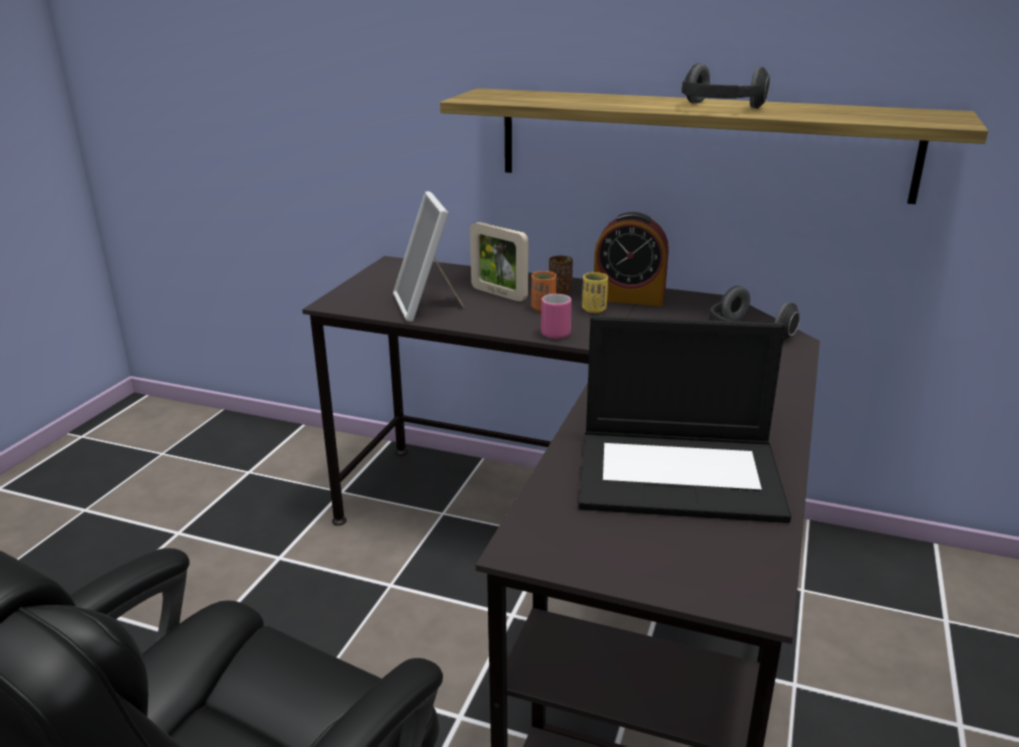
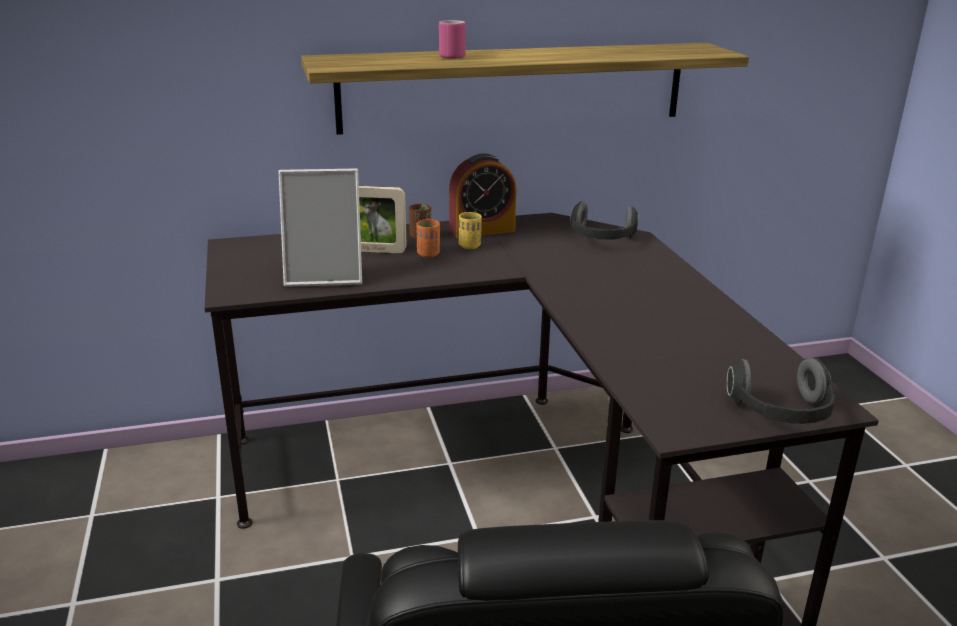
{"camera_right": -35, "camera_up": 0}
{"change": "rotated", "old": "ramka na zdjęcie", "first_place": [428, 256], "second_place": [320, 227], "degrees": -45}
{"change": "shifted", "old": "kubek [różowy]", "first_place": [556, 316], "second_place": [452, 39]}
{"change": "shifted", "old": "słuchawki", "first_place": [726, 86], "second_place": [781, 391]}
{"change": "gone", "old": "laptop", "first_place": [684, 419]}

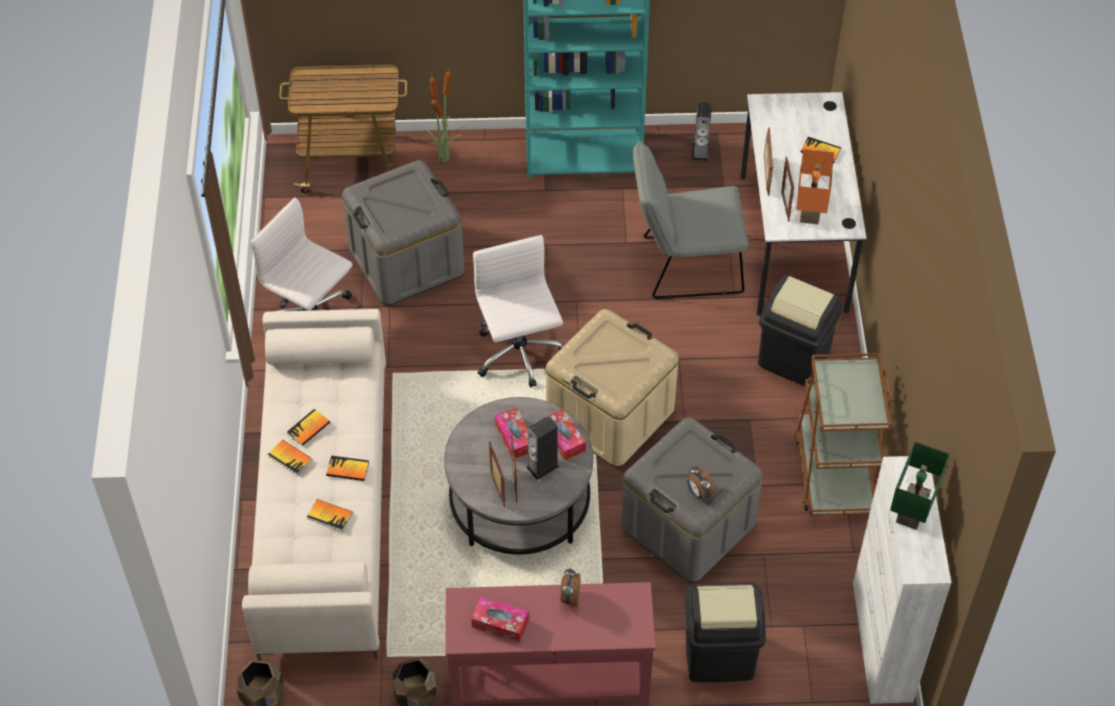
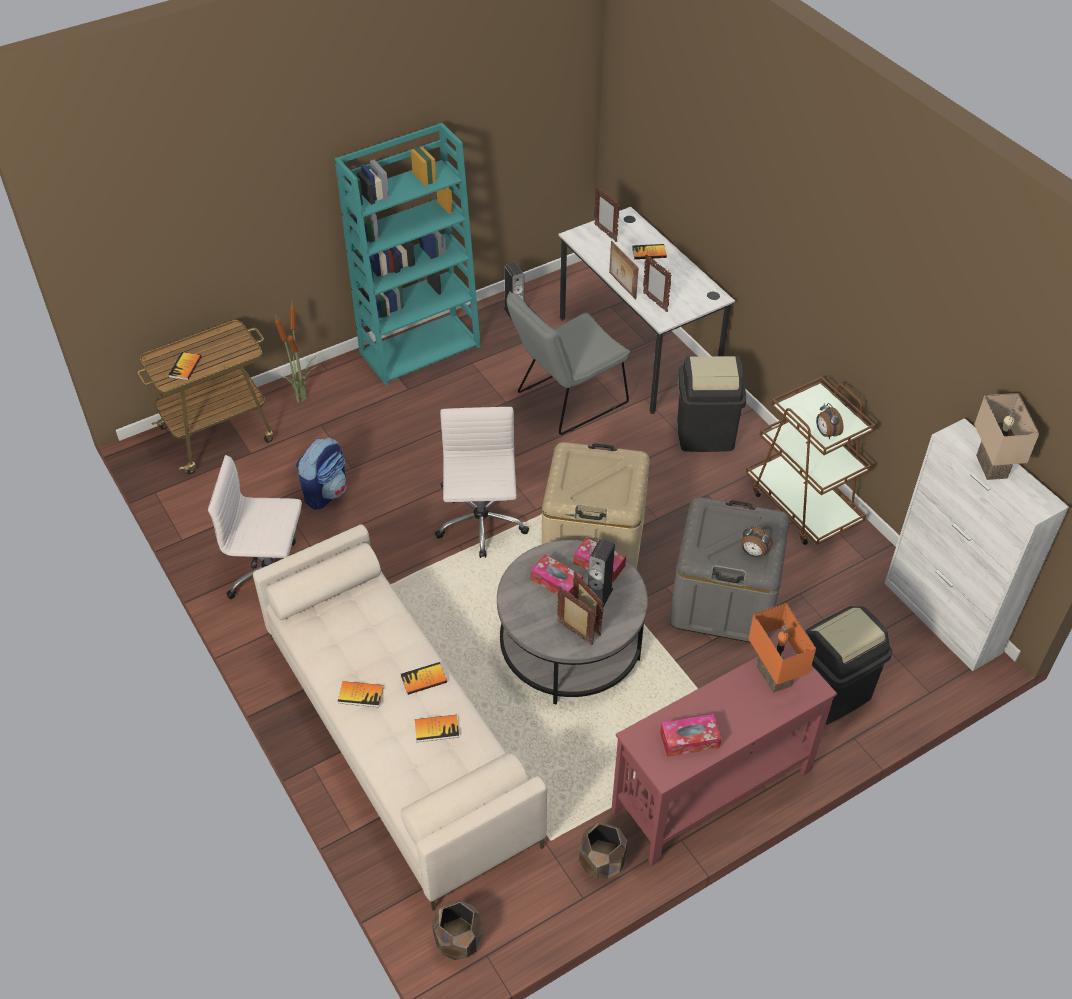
{"camera_right": -30, "camera_up": -5}
{"change": "shifted", "old": "książka", "first_place": [308, 427], "second_place": [185, 366]}
{"change": "swapped", "old": "pojemnik do przechowywania [szary]", "new": "plecak", "first_place": [403, 233], "second_place": [321, 473]}
{"change": "rotated", "old": "krzesło biurowe [biały]", "first_place": [518, 311], "second_place": [482, 482], "degrees": 45}
{"change": "new", "new": "ramka na zdjęcie", "second_place": [607, 214]}
{"change": "shifted", "old": "lampa stołowa [pomarańczowy]", "first_place": [815, 186], "second_place": [782, 648]}
{"change": "shifted", "old": "budzik", "first_place": [570, 587], "second_place": [830, 421]}
{"change": "repainted", "old": "lampa stołowa [zielony]", "new": "lampa stołowa [beżowy]", "first_place": [920, 486], "second_place": [1006, 436]}

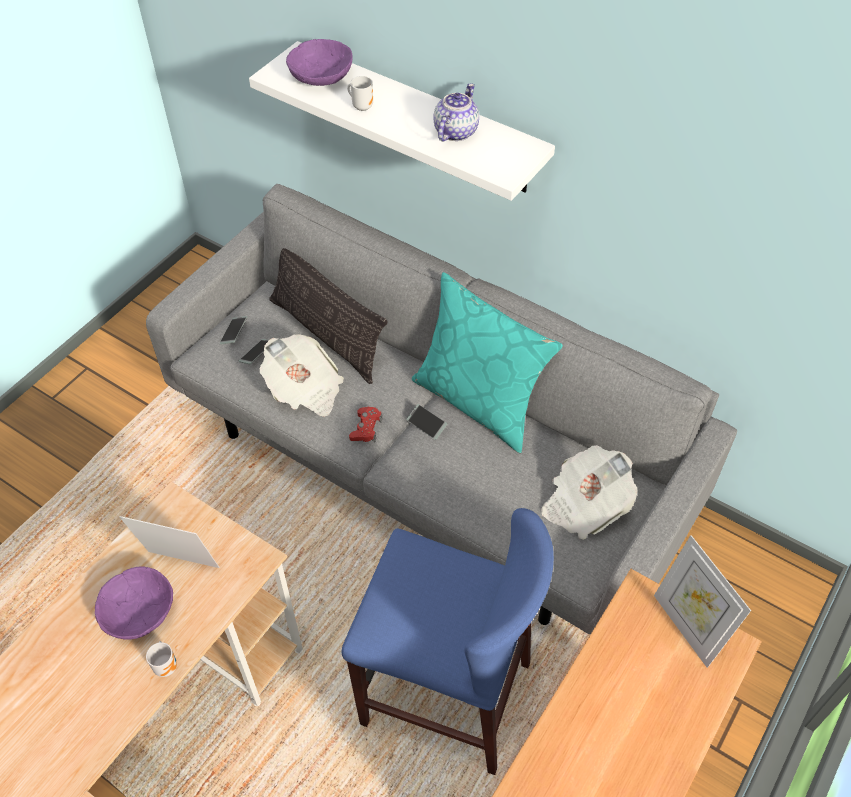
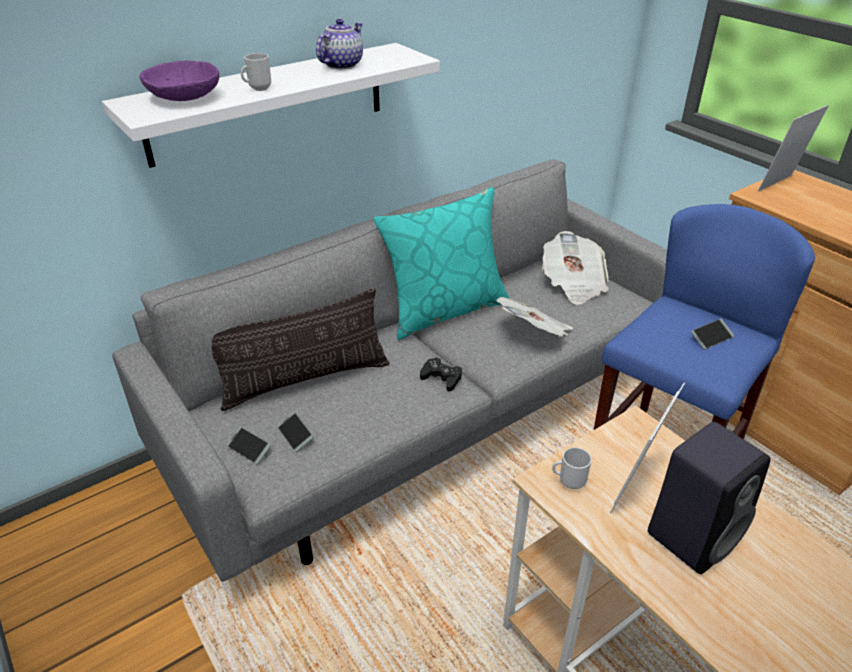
{"camera_right": -70, "camera_up": -15}
{"change": "rotated", "old": "imbryk", "first_place": [456, 112], "second_place": [339, 44], "degrees": 75}
{"change": "repainted", "old": "pad do gier [czerwony]", "new": "pad do gier [czarny]", "first_place": [365, 424], "second_place": [441, 374]}
{"change": "shifted", "old": "gazeta", "first_place": [301, 375], "second_place": [535, 317]}
{"change": "shifted", "old": "kubek", "first_place": [161, 659], "second_place": [572, 468]}
{"change": "swapped", "old": "miska [fioletowy]", "new": "głośnik [czarny]", "first_place": [134, 603], "second_place": [709, 498]}
{"change": "shifted", "old": "telefon", "first_place": [426, 422], "second_place": [712, 334]}
{"change": "rotated", "old": "ramka na zdjęcie", "first_place": [702, 601], "second_place": [793, 148], "degrees": 150}

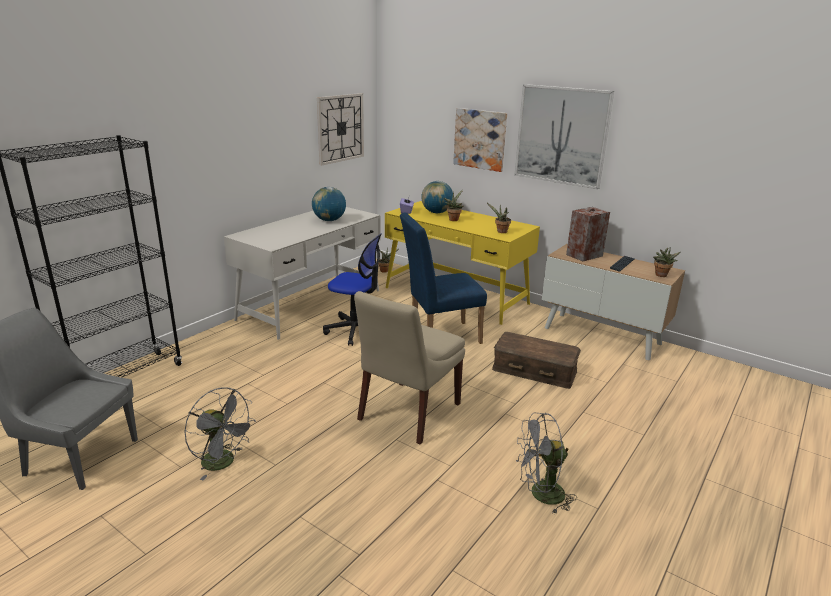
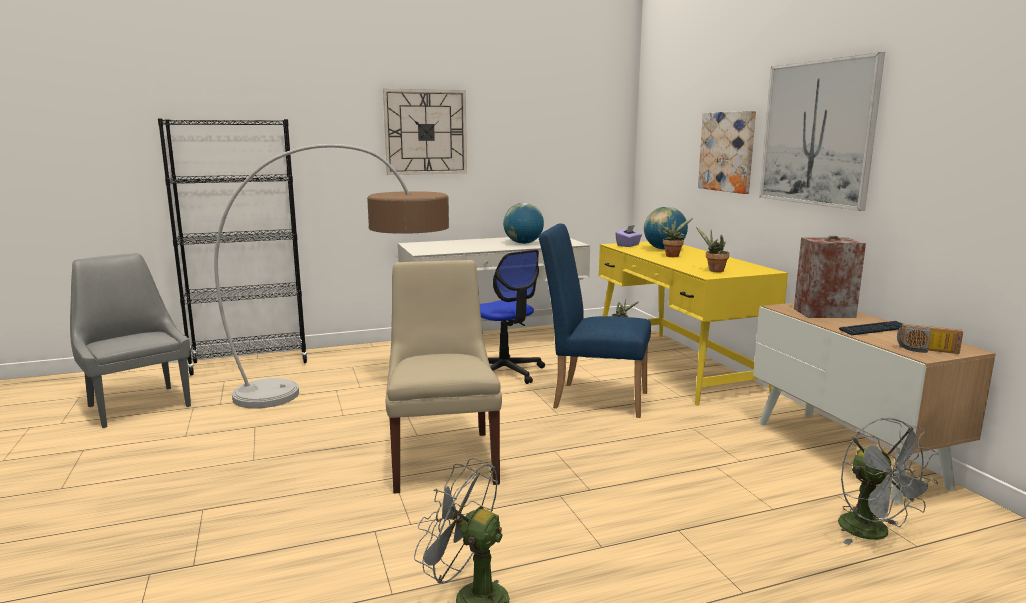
{"camera_right": 35, "camera_up": -10}
{"change": "new", "new": "lampa stojąca", "second_place": [331, 276]}
{"change": "shifted", "old": "zegar ścienny", "first_place": [340, 129], "second_place": [425, 132]}
{"change": "rotated", "old": "krzesło [beżowy]", "first_place": [409, 368], "second_place": [444, 377], "degrees": 105}
{"change": "shifted", "old": "wentylator [szary]", "first_place": [220, 434], "second_place": [888, 481]}
{"change": "swapped", "old": "roślina doniczkowa", "new": "radio", "first_place": [666, 262], "second_place": [930, 339]}
{"change": "gone", "old": "pojemnik do przechowywania [brązowy]", "first_place": [536, 360]}

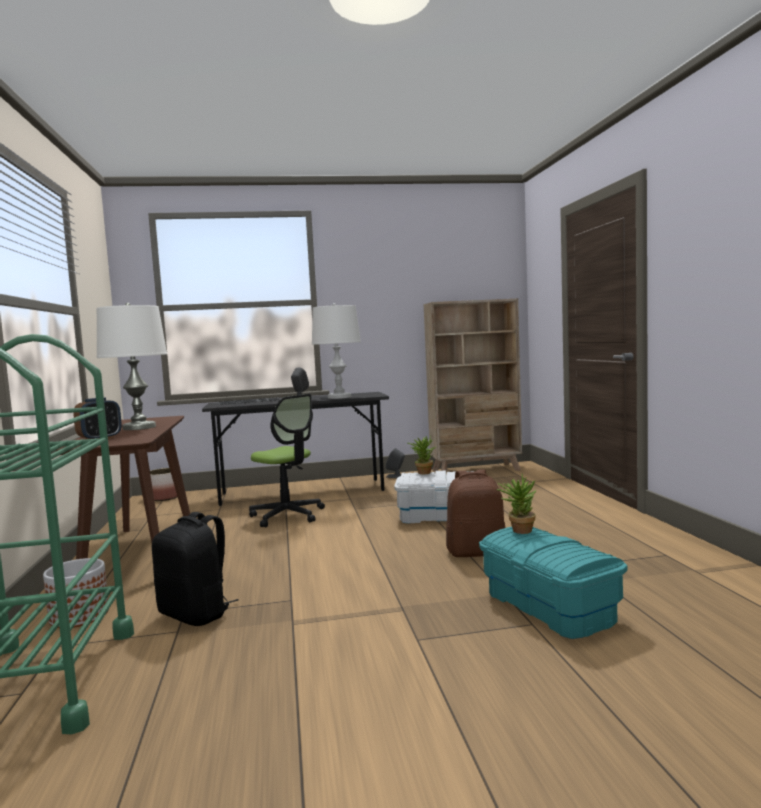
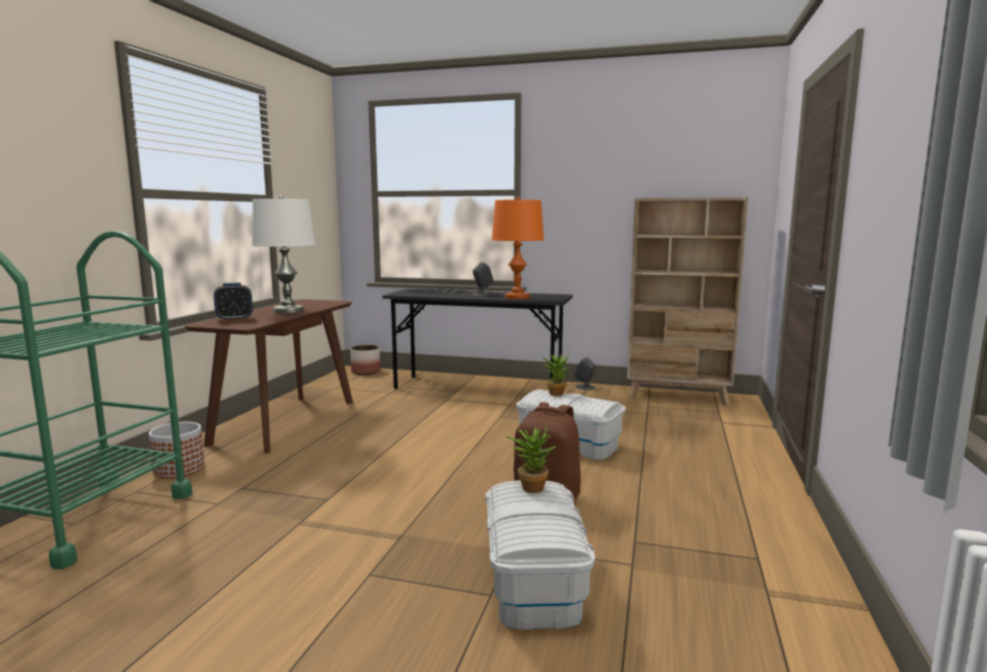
{"camera_right": 25, "camera_up": 5}
{"change": "repainted", "old": "pojemnik do przechowywania [turkusowy]", "new": "pojemnik do przechowywania [biały]", "first_place": [553, 583], "second_place": [540, 555]}
{"change": "repainted", "old": "lampa stołowa [biały]", "new": "lampa stołowa [pomarańczowy]", "first_place": [336, 351], "second_place": [518, 248]}
{"change": "gone", "old": "plecak [czarny]", "first_place": [195, 569]}
{"change": "gone", "old": "krzesło biurowe", "first_place": [287, 460]}

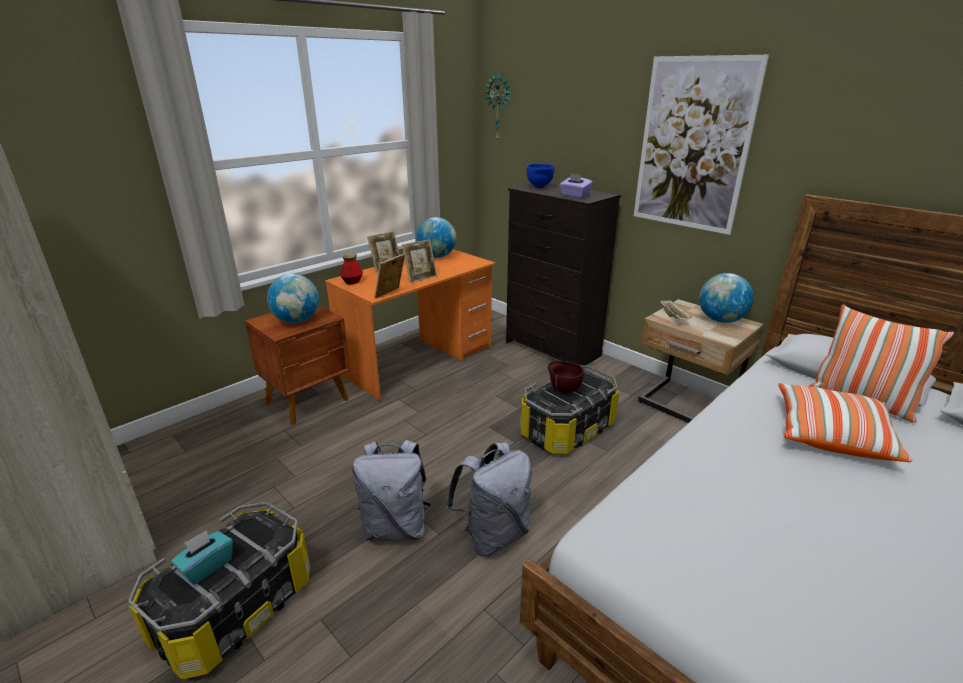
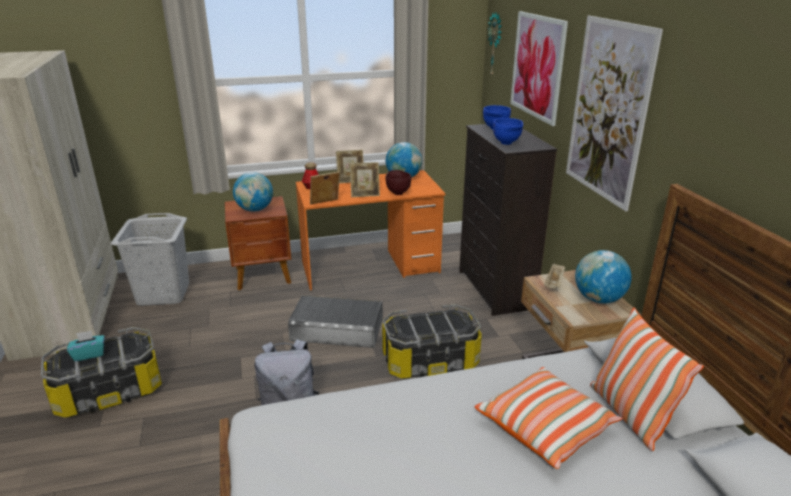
{"camera_right": 30, "camera_up": 0}
{"change": "new", "new": "kosz na pranie [szary]", "second_place": [150, 259]}
{"change": "new", "new": "pojemnik do przechowywania [szary]", "second_place": [335, 321]}
{"change": "shifted", "old": "miska [brązowy]", "first_place": [566, 377], "second_place": [398, 182]}
{"change": "swapped", "old": "pudełko chusteczek [fioletowy]", "new": "miska [niebieski]", "first_place": [576, 185], "second_place": [508, 131]}
{"change": "new", "new": "obraz", "second_place": [539, 68]}
{"change": "gone", "old": "plecak [szary]", "first_place": [391, 490]}

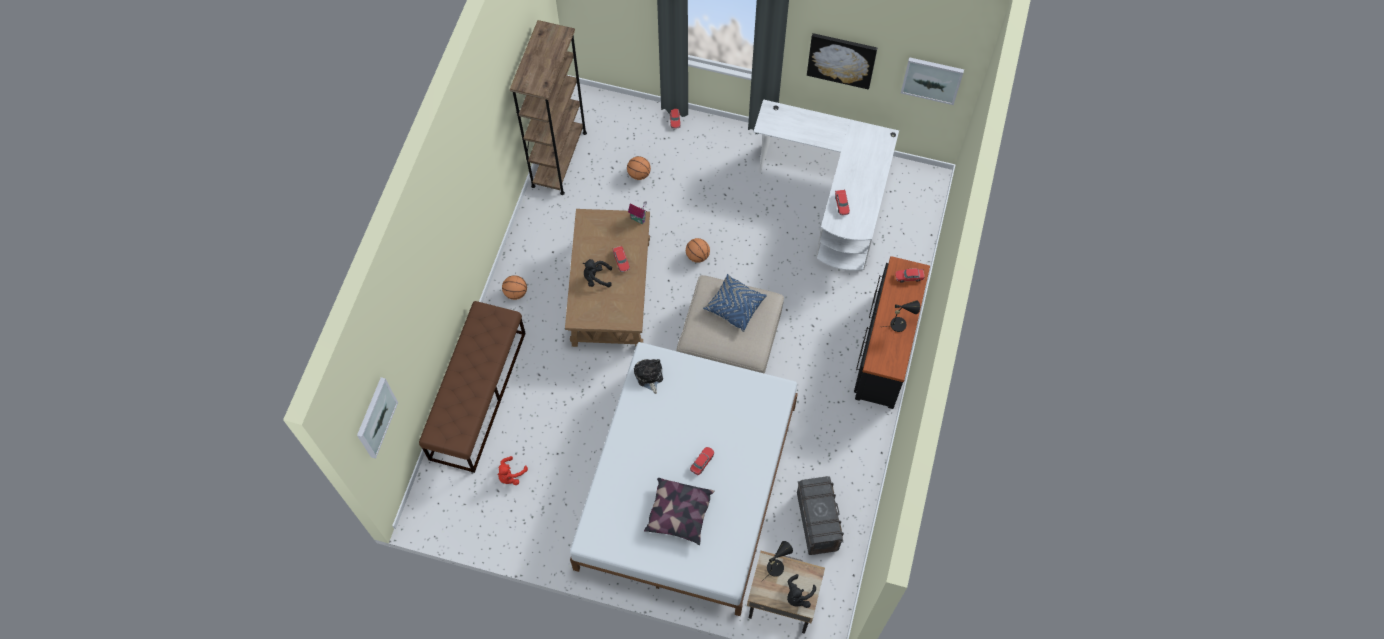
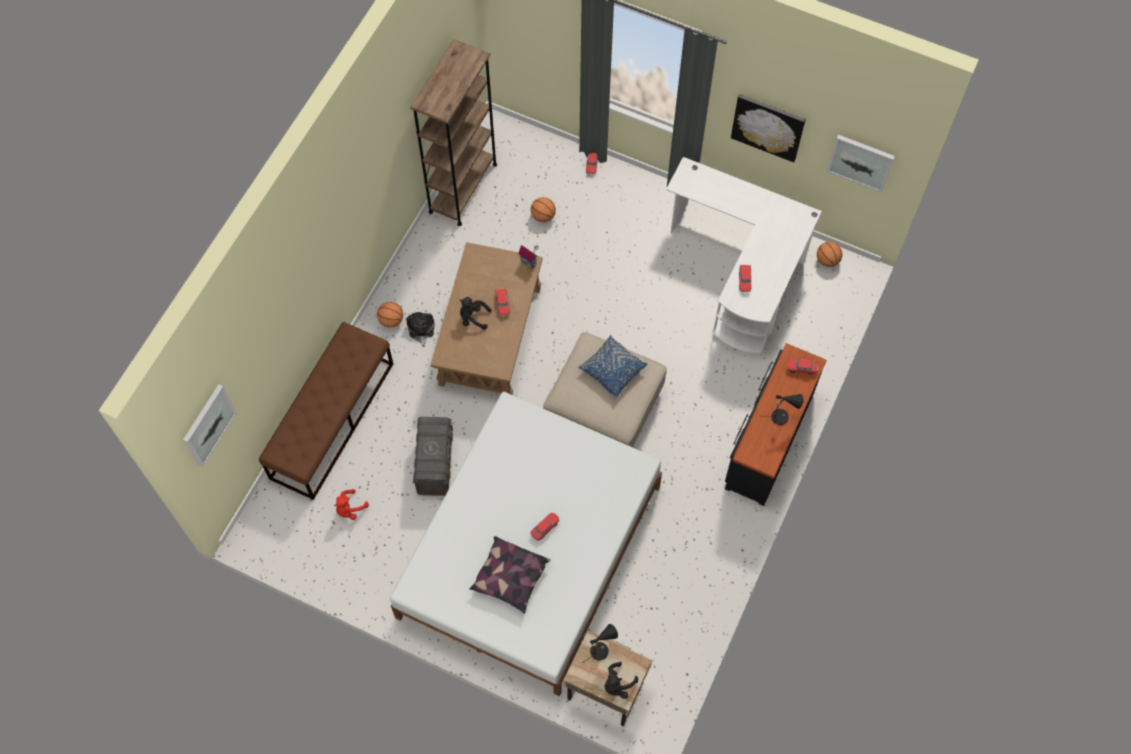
{"camera_right": 10, "camera_up": 0}
{"change": "shifted", "old": "pluszak", "first_place": [648, 376], "second_place": [420, 329]}
{"change": "shifted", "old": "pojemnik do przechowywania [szary]", "first_place": [820, 515], "second_place": [433, 456]}
{"change": "shifted", "old": "piłka do koszykówki", "first_place": [698, 250], "second_place": [829, 254]}

